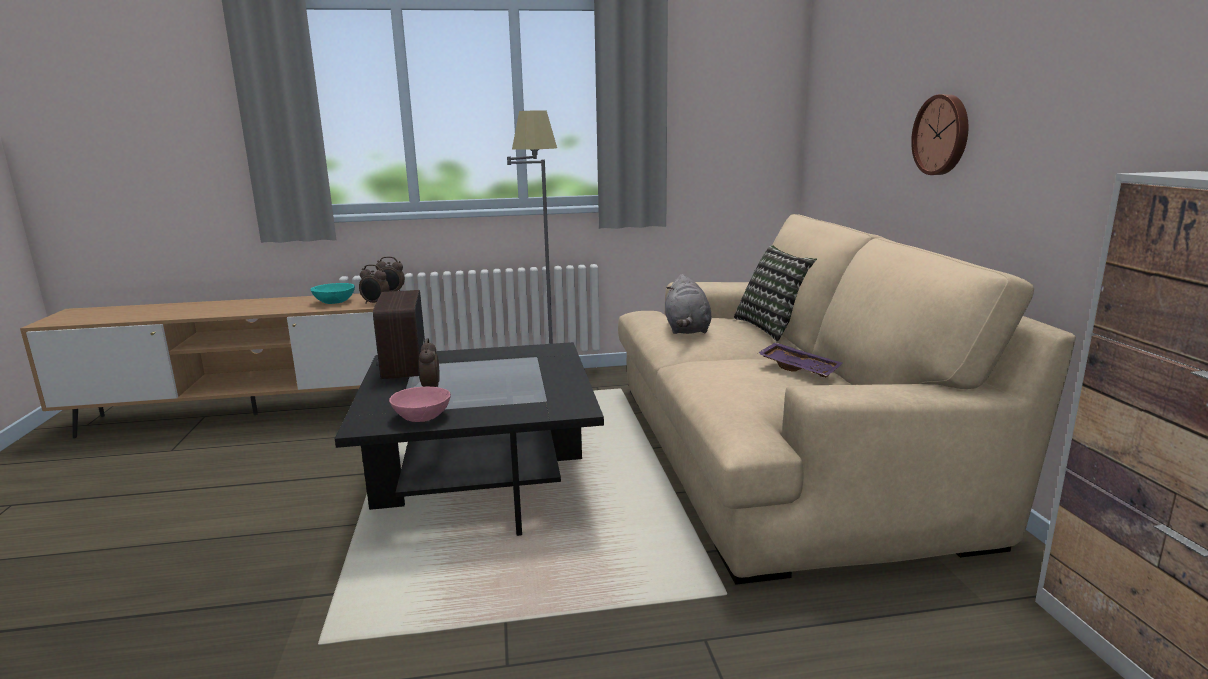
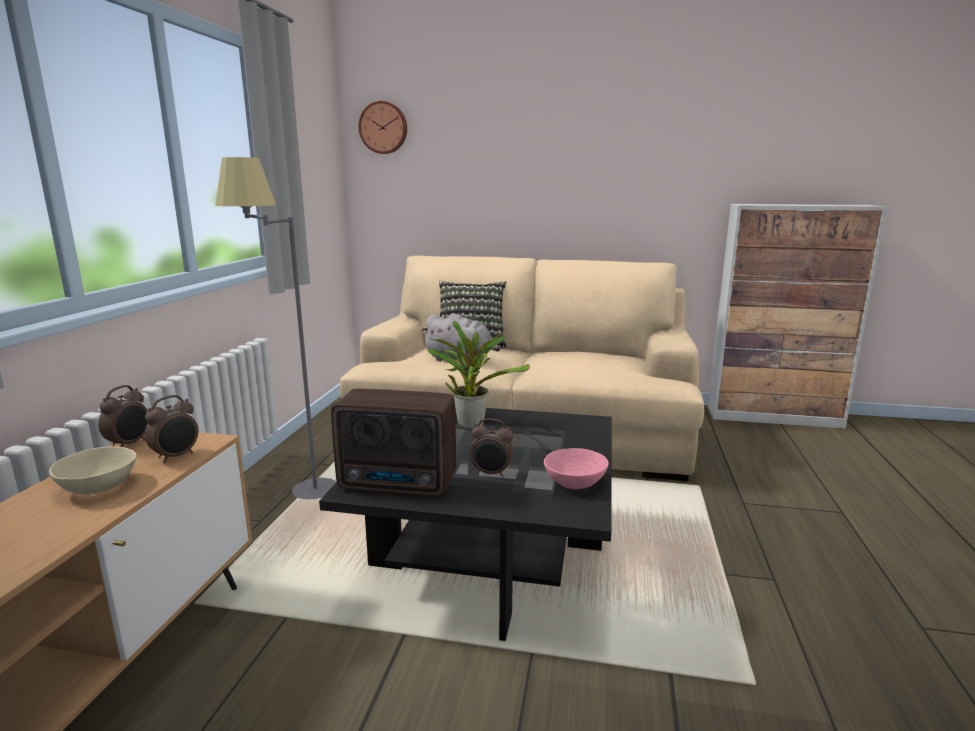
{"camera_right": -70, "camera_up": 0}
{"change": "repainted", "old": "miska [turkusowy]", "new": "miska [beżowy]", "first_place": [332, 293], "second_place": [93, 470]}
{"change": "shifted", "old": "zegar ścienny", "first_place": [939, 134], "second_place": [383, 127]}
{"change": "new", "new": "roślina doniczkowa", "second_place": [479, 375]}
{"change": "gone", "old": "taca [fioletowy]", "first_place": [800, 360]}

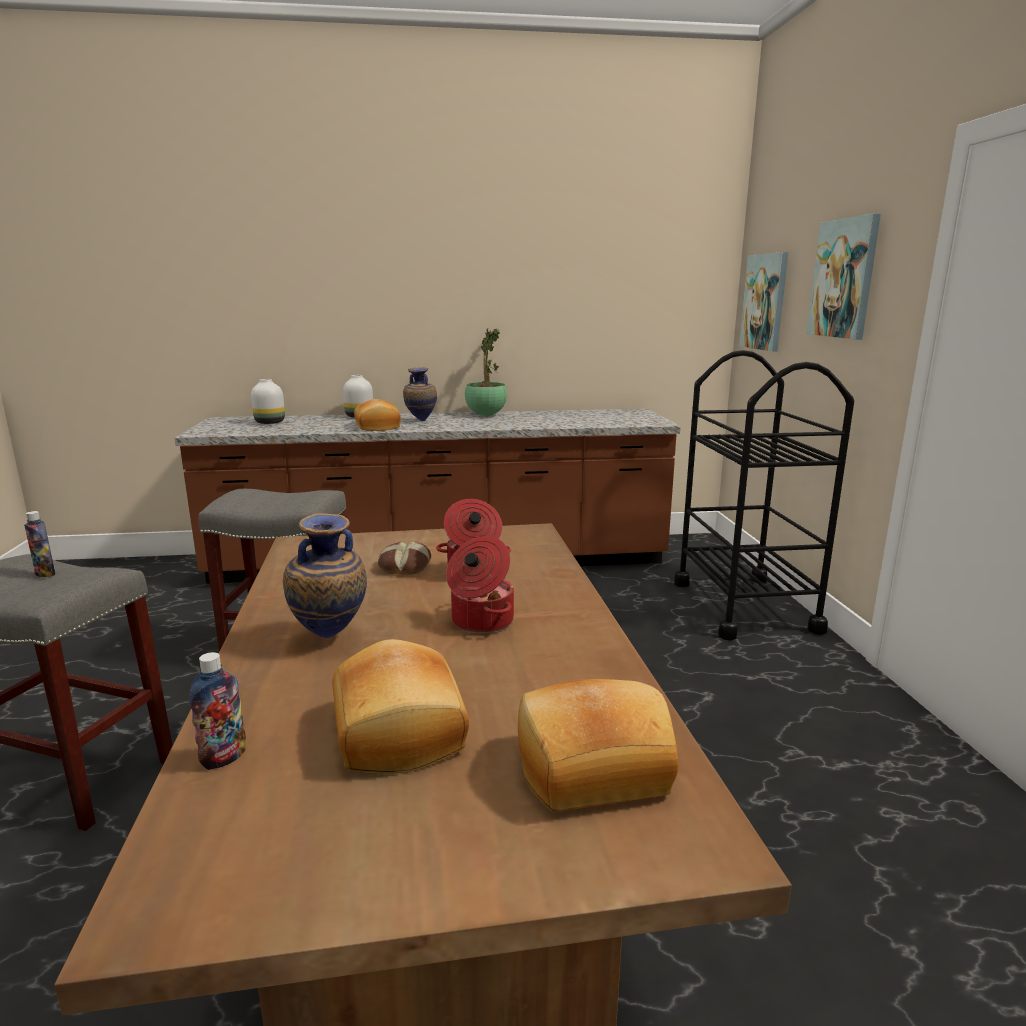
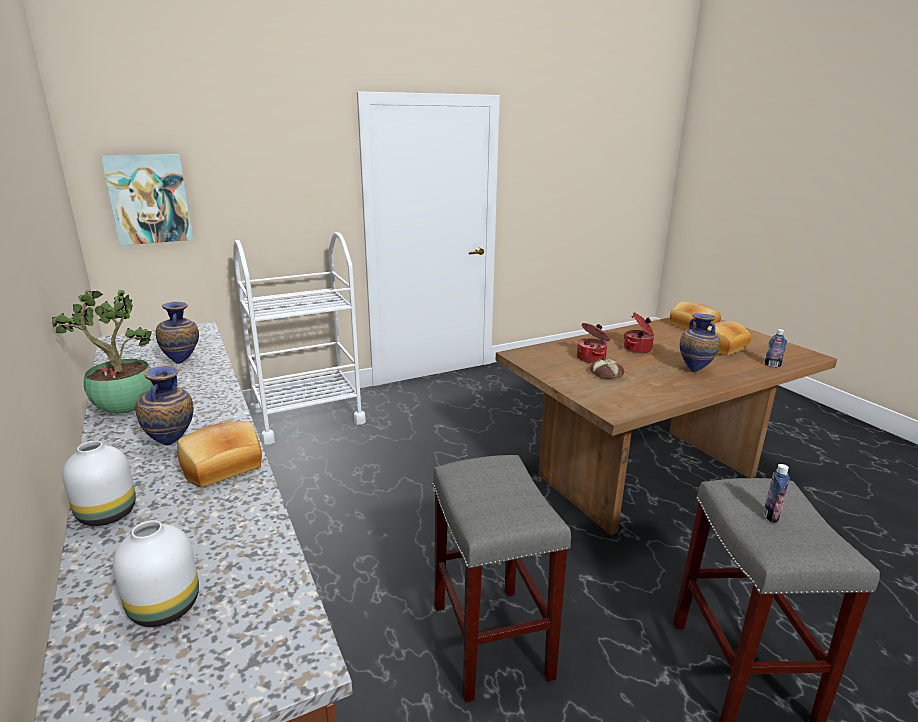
{"camera_right": -110, "camera_up": 5}
{"change": "new", "new": "wazon", "second_place": [177, 333]}
{"change": "repainted", "old": "wózek [czarny]", "new": "wózek [biały]", "first_place": [764, 495], "second_place": [300, 338]}
{"change": "gone", "old": "obraz", "first_place": [843, 276]}

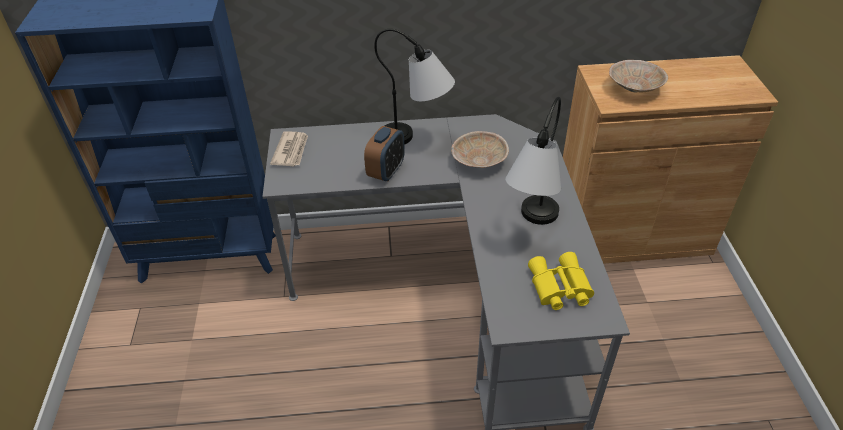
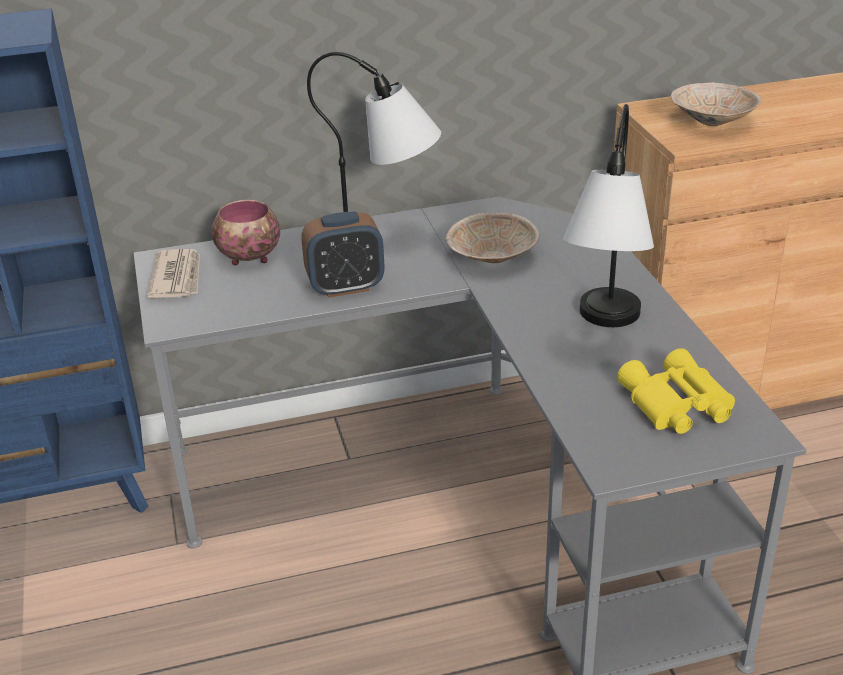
{"camera_right": -10, "camera_up": -10}
{"change": "new", "new": "miska", "second_place": [246, 232]}
{"change": "rotated", "old": "budzik", "first_place": [384, 153], "second_place": [343, 255], "degrees": 60}

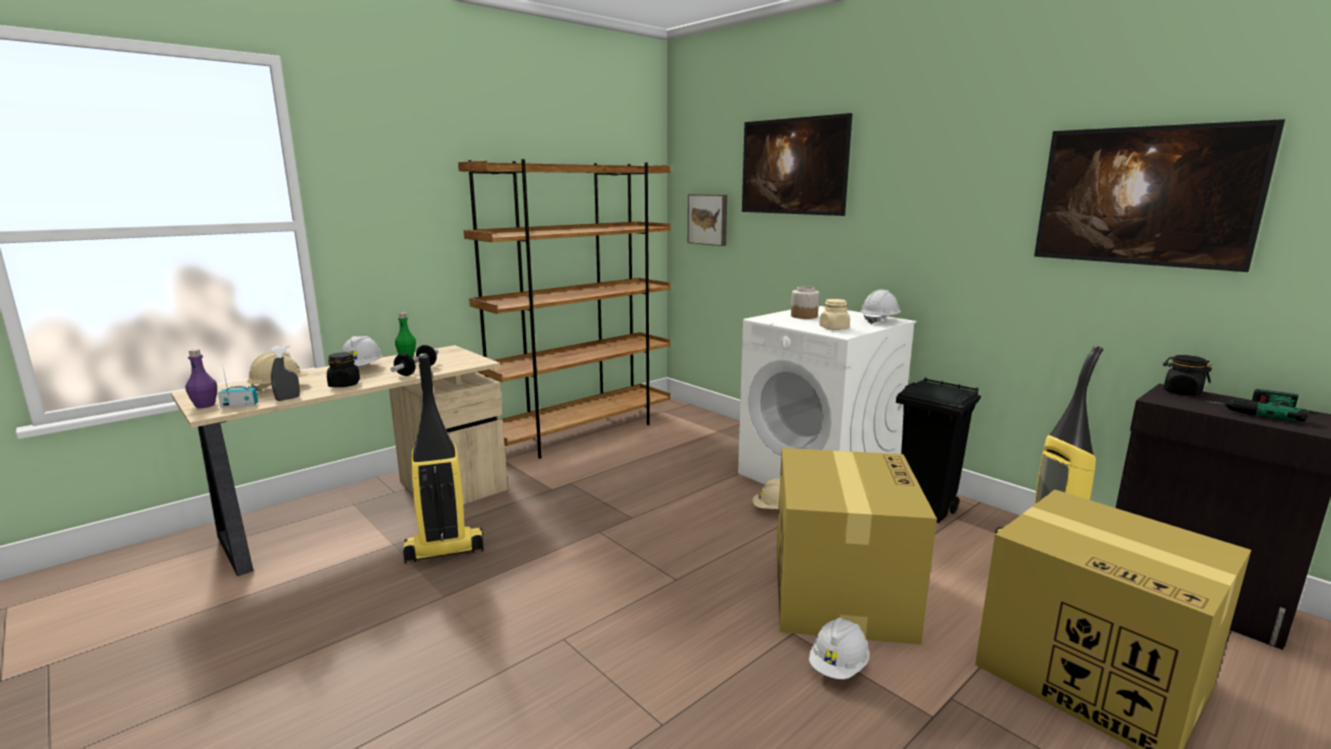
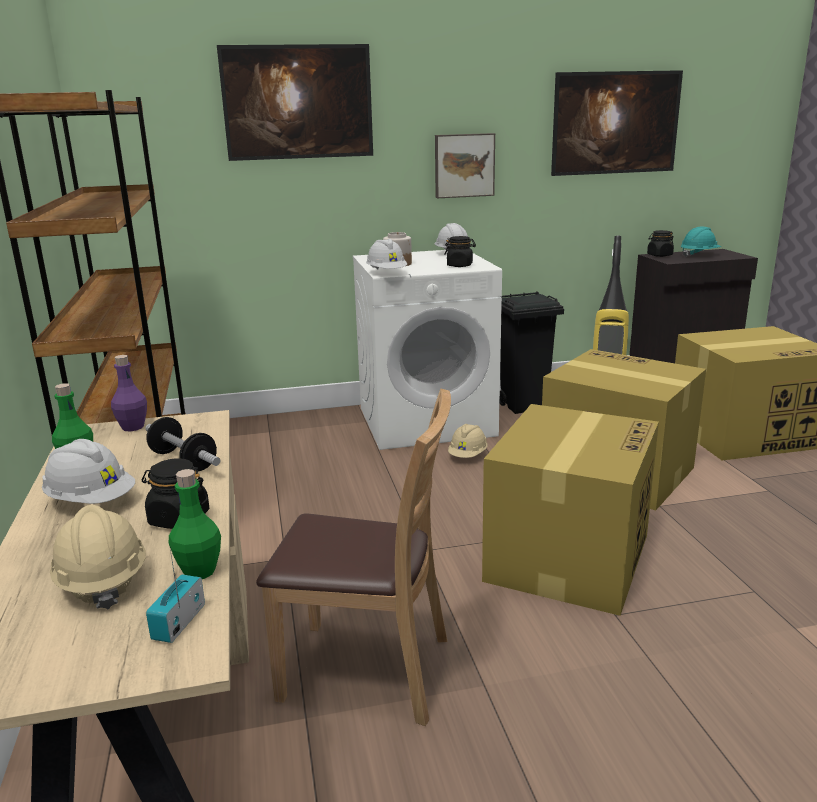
{"camera_right": -60, "camera_up": 5}
{"change": "shifted", "old": "butelka [fioletowy]", "first_place": [201, 378], "second_place": [129, 393]}
{"change": "swapped", "old": "spryskiwacz [szary]", "new": "butelka [zielony]", "first_place": [285, 373], "second_place": [195, 524]}
{"change": "swapped", "old": "odkurzacz", "new": "krzesło [brązowy]", "first_place": [443, 459], "second_place": [353, 557]}
{"change": "shifted", "old": "kask [biały]", "first_place": [839, 648], "second_place": [386, 254]}
{"change": "shifted", "old": "obraz", "first_place": [707, 220], "second_place": [465, 165]}
{"change": "repainted", "old": "słoik [beżowy]", "new": "słoik [czarny]", "first_place": [834, 314], "second_place": [460, 251]}
{"change": "new", "new": "karton", "second_place": [570, 510]}
{"change": "swapped", "old": "wiertarka", "new": "kask [turkusowy]", "first_place": [1257, 405], "second_place": [701, 242]}

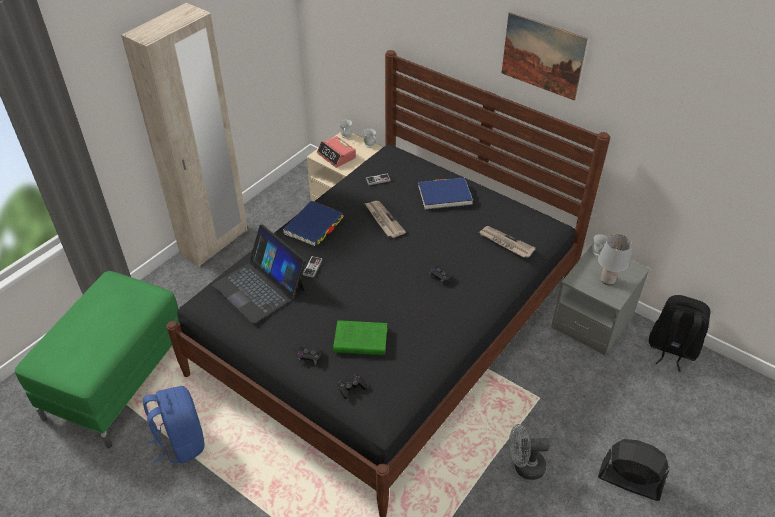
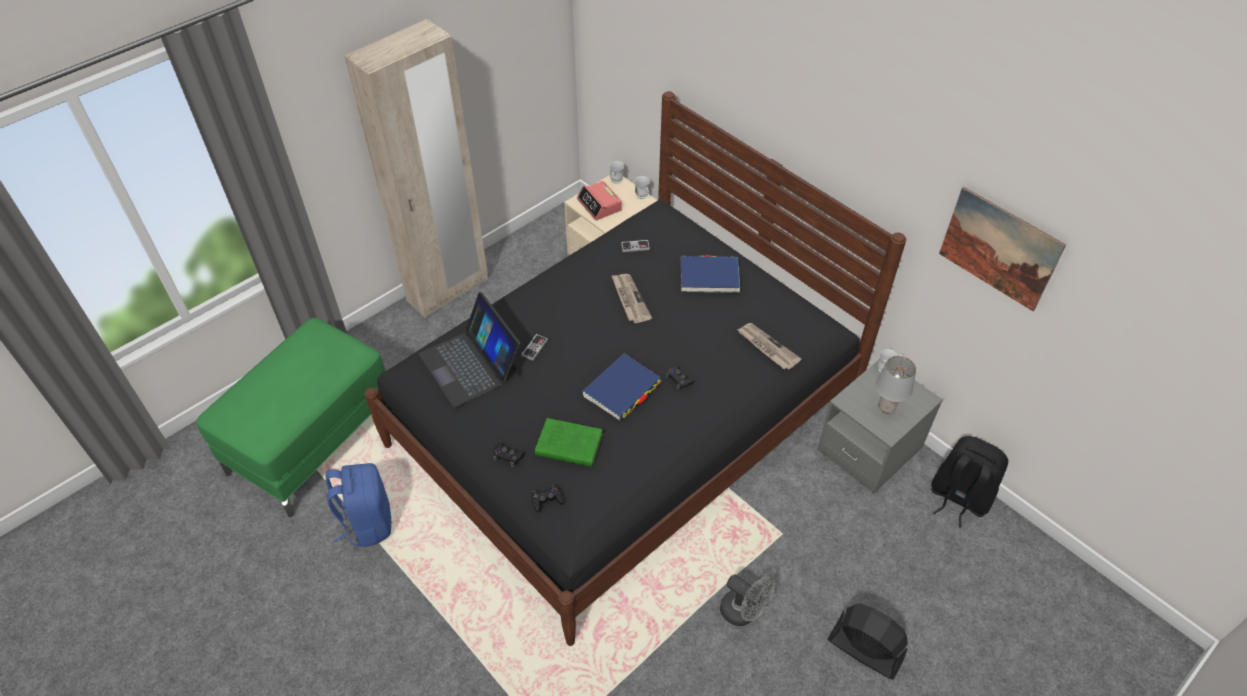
{"camera_right": 10, "camera_up": 5}
{"change": "shifted", "old": "książka [niebieski]", "first_place": [313, 223], "second_place": [622, 386]}
{"change": "rotated", "old": "wentylator [szary]", "first_place": [529, 452], "second_place": [747, 600], "degrees": -150}
{"change": "shifted", "old": "obraz", "first_place": [545, 56], "second_place": [1002, 249]}

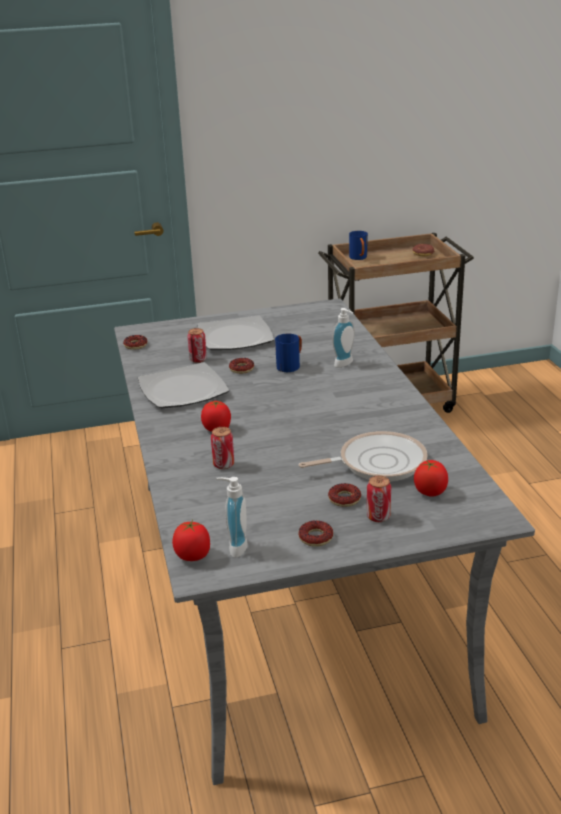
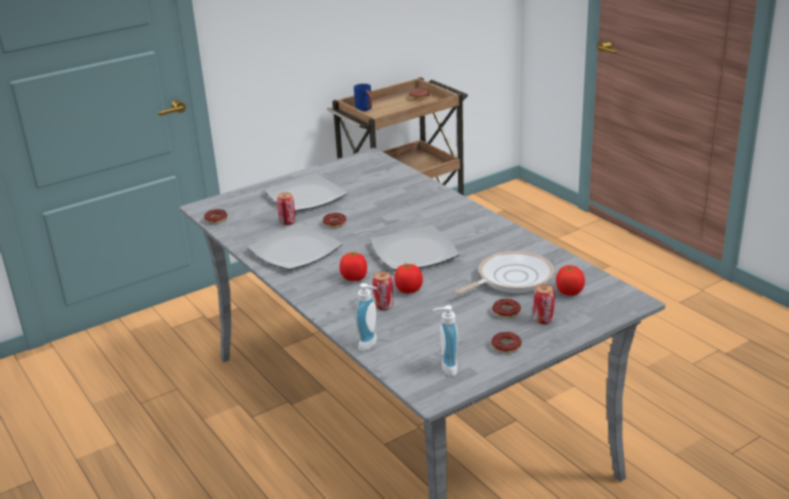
{"camera_right": -20, "camera_up": 0}
{"change": "shifted", "old": "dozownik mydła", "first_place": [343, 338], "second_place": [366, 317]}
{"change": "new", "new": "talerz", "second_place": [415, 247]}
{"change": "shifted", "old": "pomidor", "first_place": [191, 540], "second_place": [408, 278]}
{"change": "gone", "old": "kubek [niebieski]", "first_place": [288, 353]}

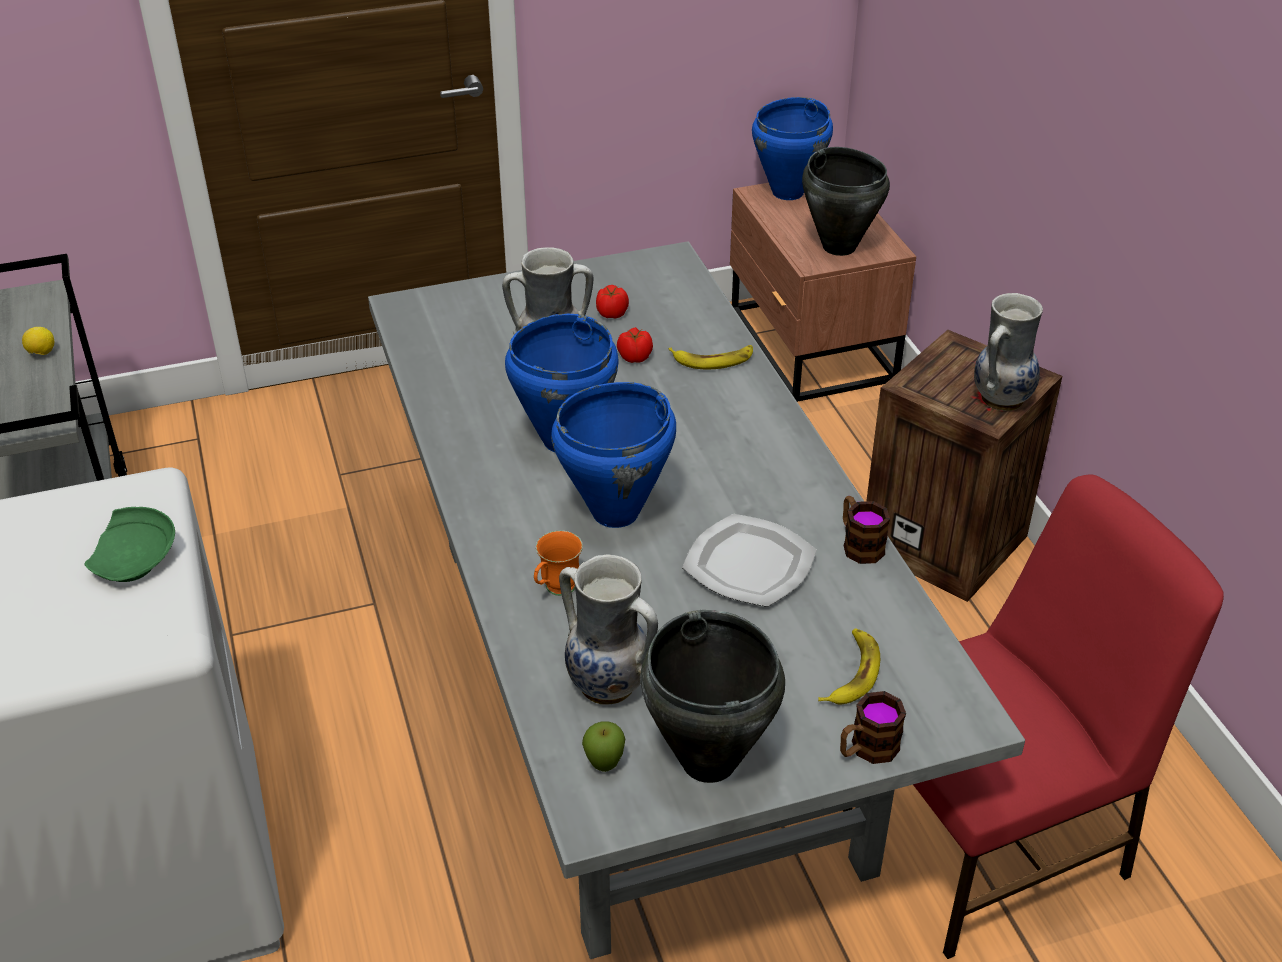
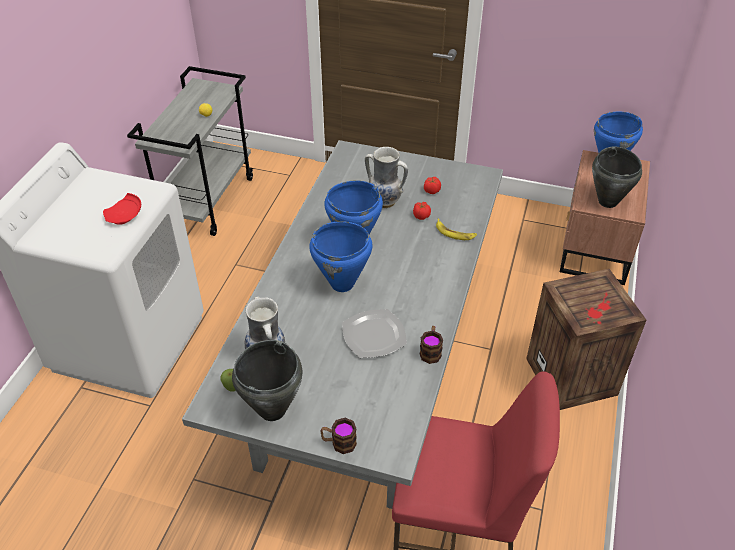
{"camera_right": 35, "camera_up": 5}
{"change": "repainted", "old": "talerz [zielony]", "new": "talerz [czerwony]", "first_place": [130, 544], "second_place": [122, 209]}
{"change": "gone", "old": "kubek [pomarańczowy]", "first_place": [558, 563]}
{"change": "gone", "old": "banan", "first_place": [849, 666]}
{"change": "gone", "old": "wazon", "first_place": [1008, 352]}

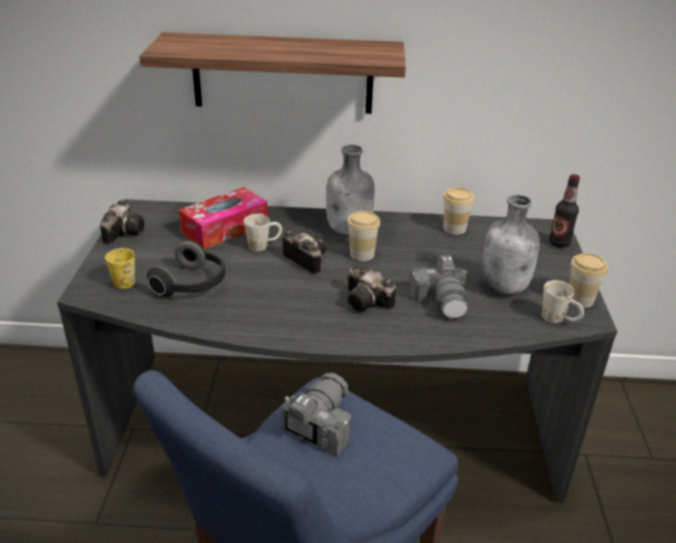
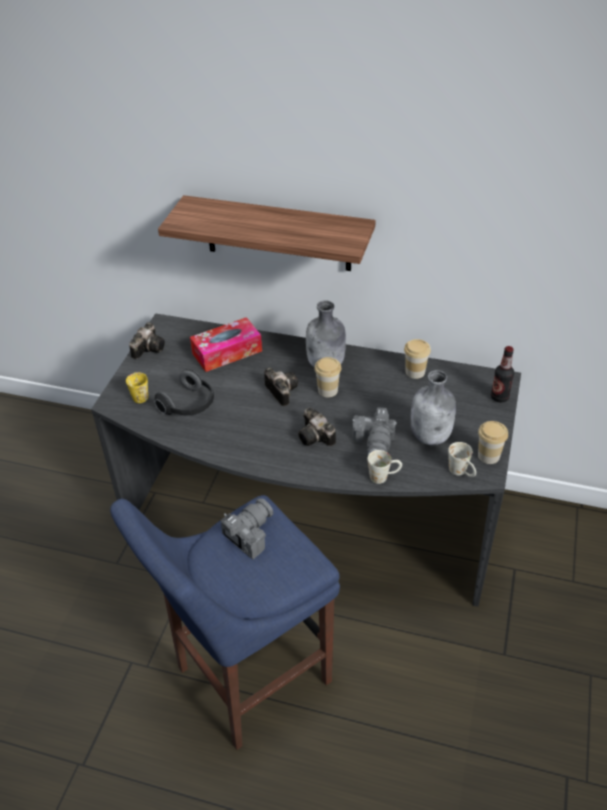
{"camera_right": 15, "camera_up": 10}
{"change": "shifted", "old": "kubek [biały]", "first_place": [263, 232], "second_place": [384, 467]}

